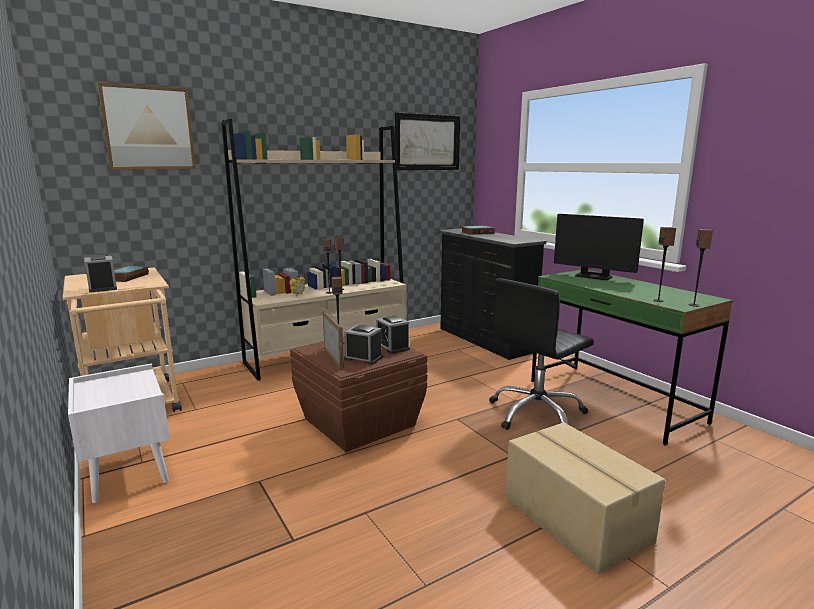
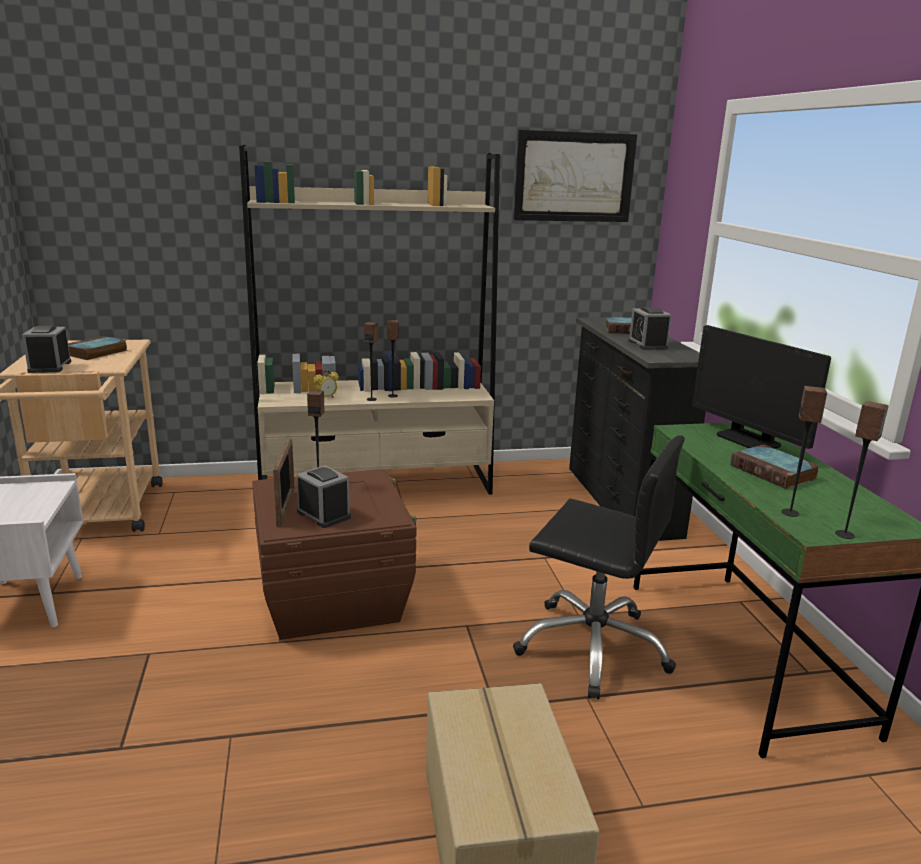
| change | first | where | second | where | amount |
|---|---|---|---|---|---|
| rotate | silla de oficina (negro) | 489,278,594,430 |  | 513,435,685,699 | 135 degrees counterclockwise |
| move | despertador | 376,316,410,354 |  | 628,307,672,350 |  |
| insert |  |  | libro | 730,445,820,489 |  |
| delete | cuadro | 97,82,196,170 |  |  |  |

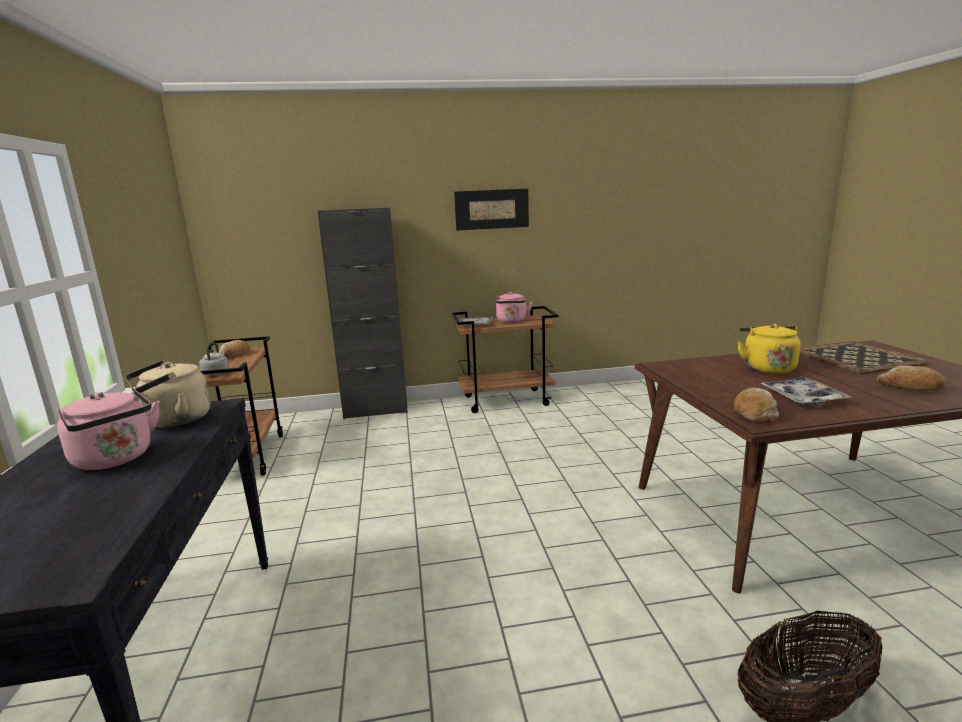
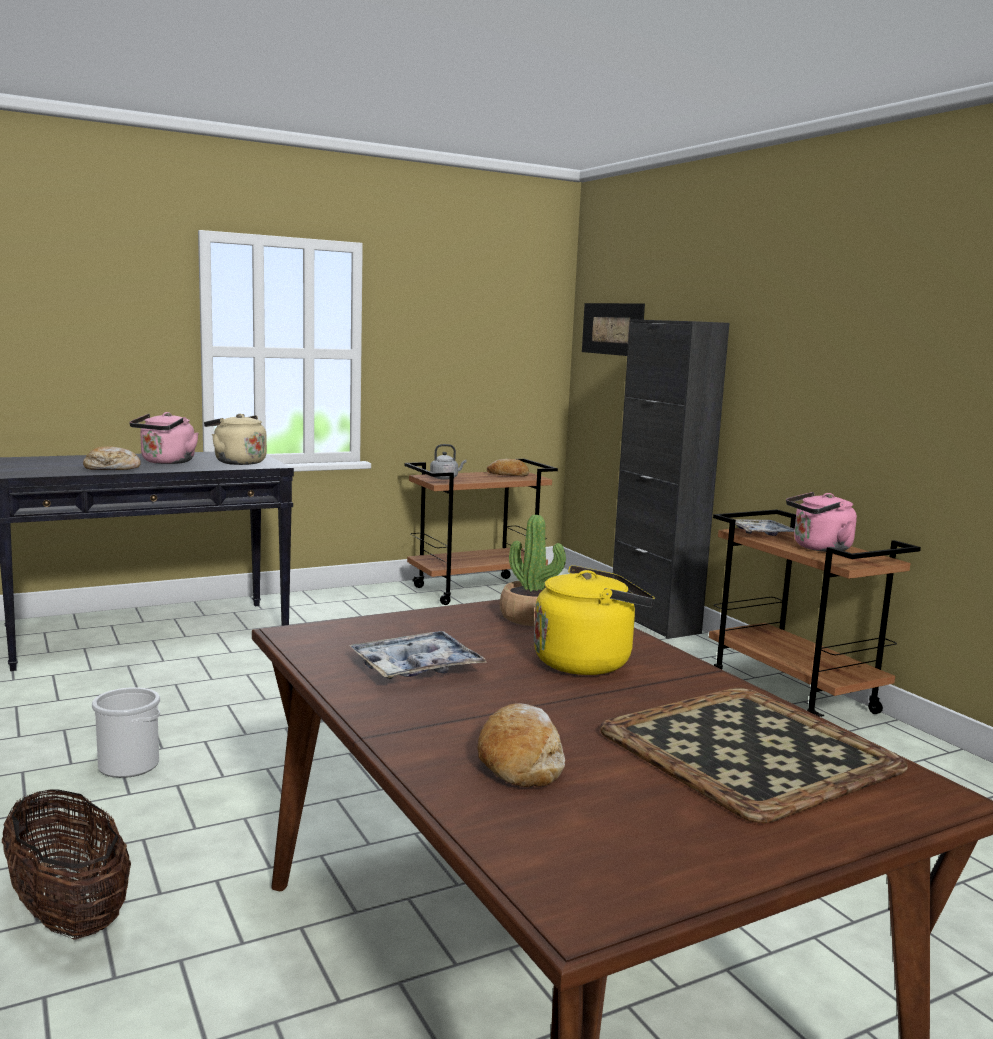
| change | first | where | second | where | amount |
|---|---|---|---|---|---|
| move | pan | 734,388,779,423 |  | 83,446,141,470 |  |
| insert |  |  | cubo | 92,687,160,778 |  |
| insert |  |  | planta en maceta | 500,515,566,626 |  |
| move | cuadro | 454,189,529,231 |  | 582,303,645,356 |  |

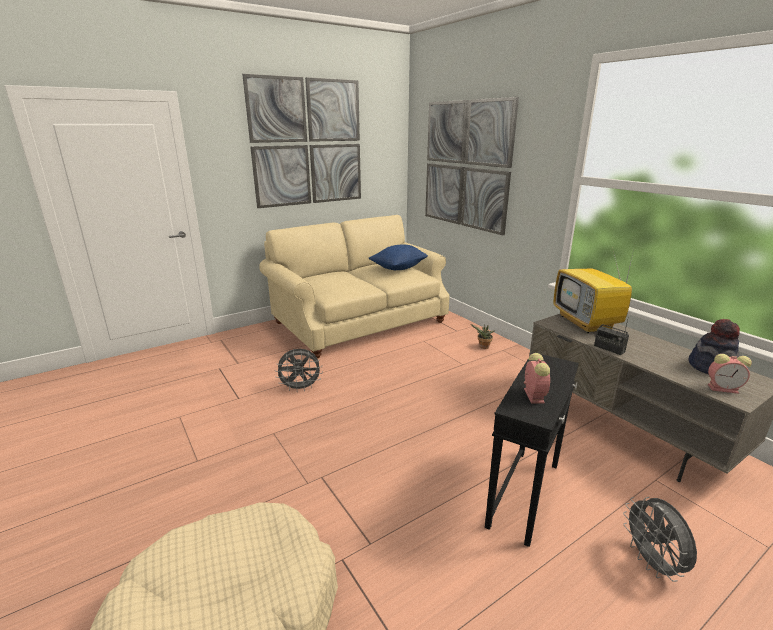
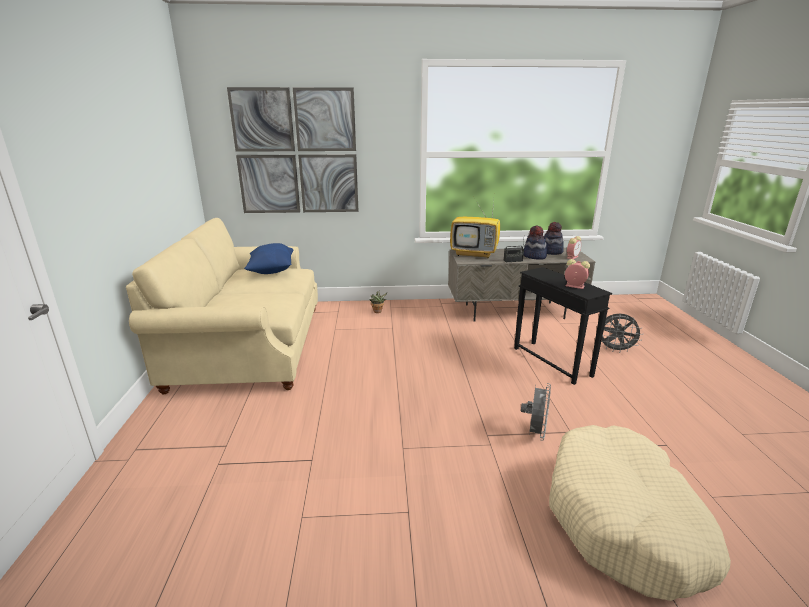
| change | first | where | second | where | amount |
|---|---|---|---|---|---|
| move | ventilador (gris) | 275,349,323,391 |  | 521,383,551,440 |  |
| insert |  |  | sombrero | 524,226,547,260 |  |
| delete | cuadro | 242,74,361,208 |  |  |  |

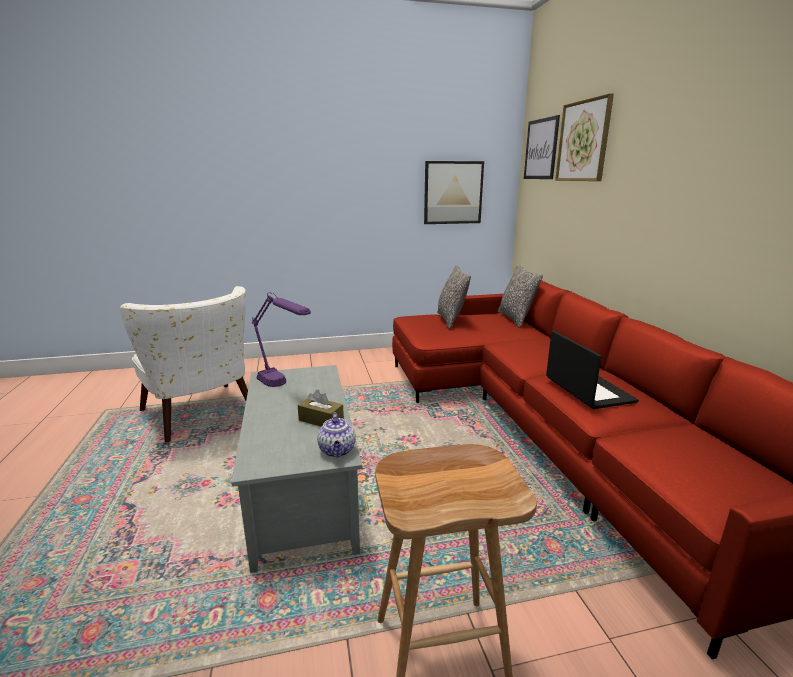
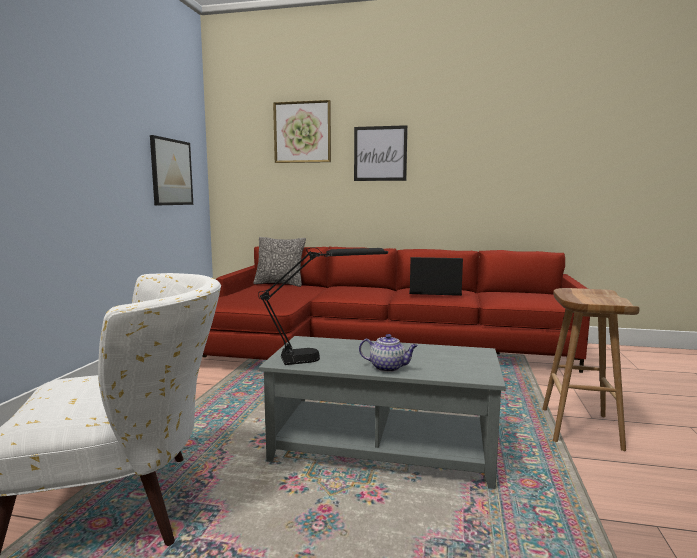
| change | first | where | second | where | amount |
|---|---|---|---|---|---|
| recolor | lámpara de mesa (morado) | 251,293,311,387 | lámpara de mesa (negro) | 258,248,388,365 |  |
| move | cuadro | 524,115,560,179 |  | 354,125,408,181 |  |
| move | tetera | 317,413,356,457 |  | 359,334,418,372 |  |
| delete | caja de pañuelos (marrón) | 298,390,344,427 |  |  |  |
| delete | cojín | 437,265,471,329 |  |  |  |

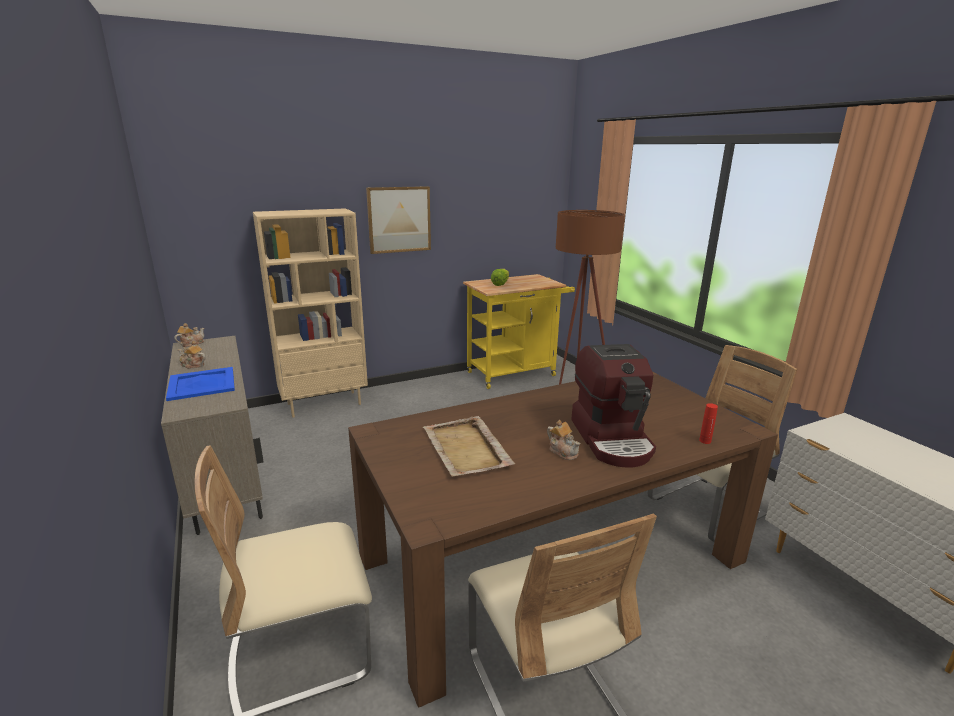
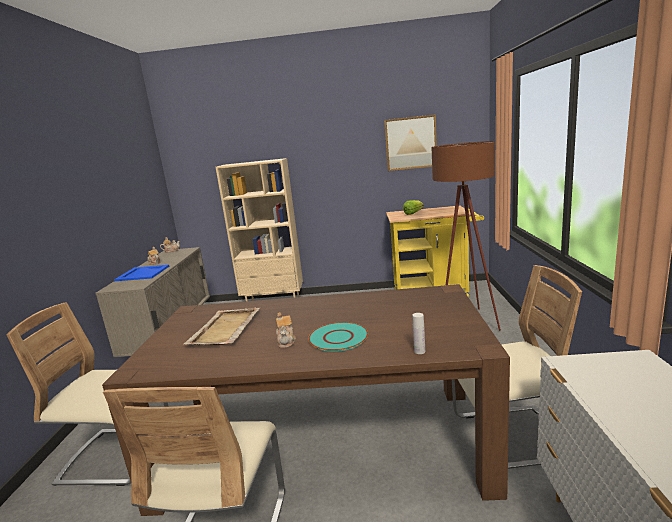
| change | first | where | second | where | amount |
|---|---|---|---|---|---|
| replace | cafetera | 571,344,656,468 | plato (turquesa) | 308,322,368,352 |  |
| move | cuadro | 366,186,431,254 |  | 384,114,437,171 |  |
| recolor | botella (rojo) | 699,403,718,444 | botella (blanco) | 413,313,425,354 |  |

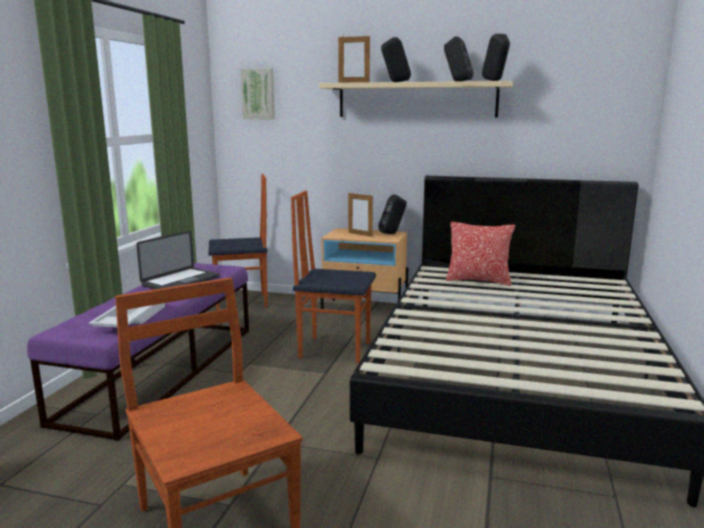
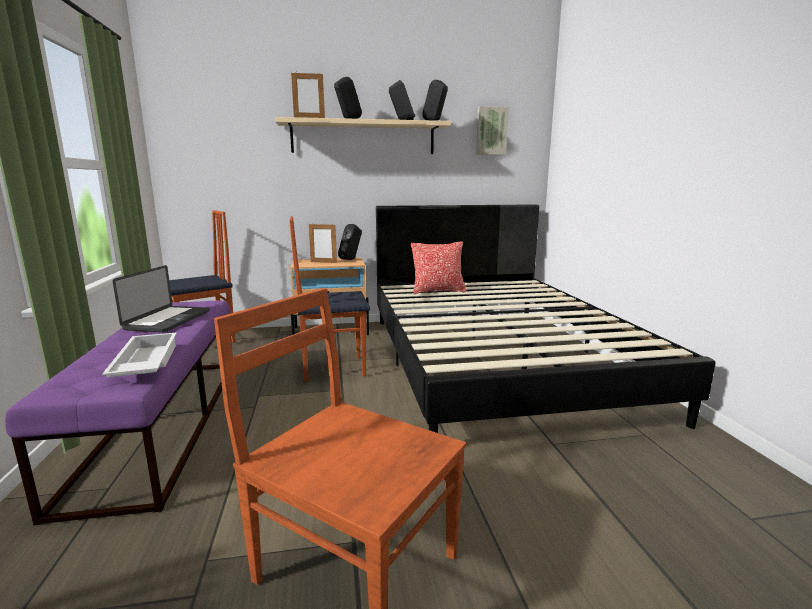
| change | first | where | second | where | amount |
|---|---|---|---|---|---|
| move | cuadro | 240,68,275,119 |  | 476,106,509,155 |  |

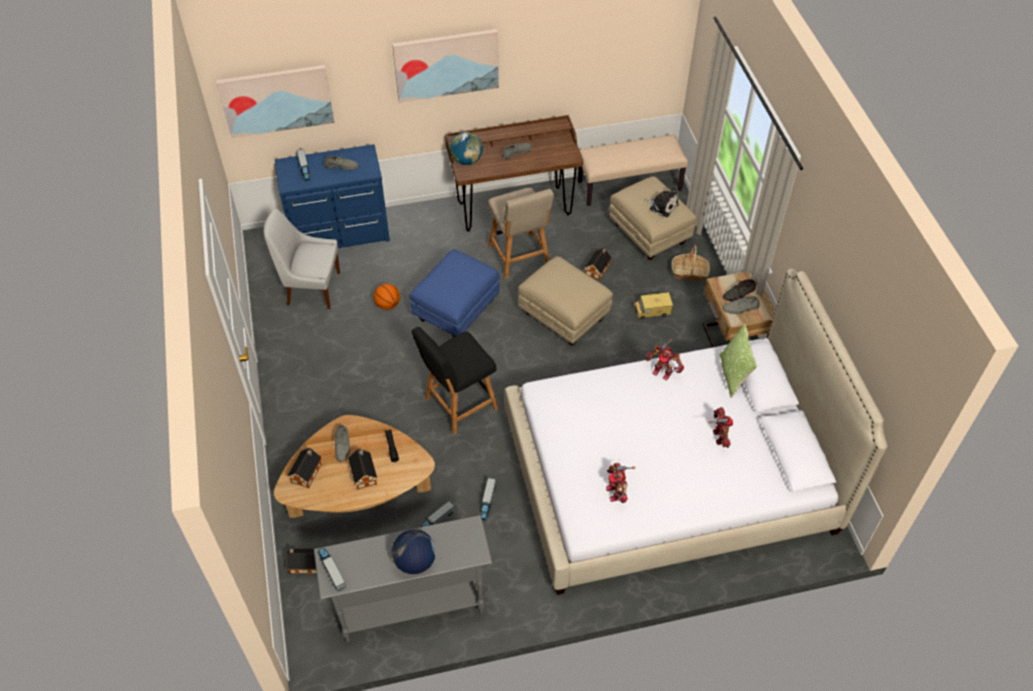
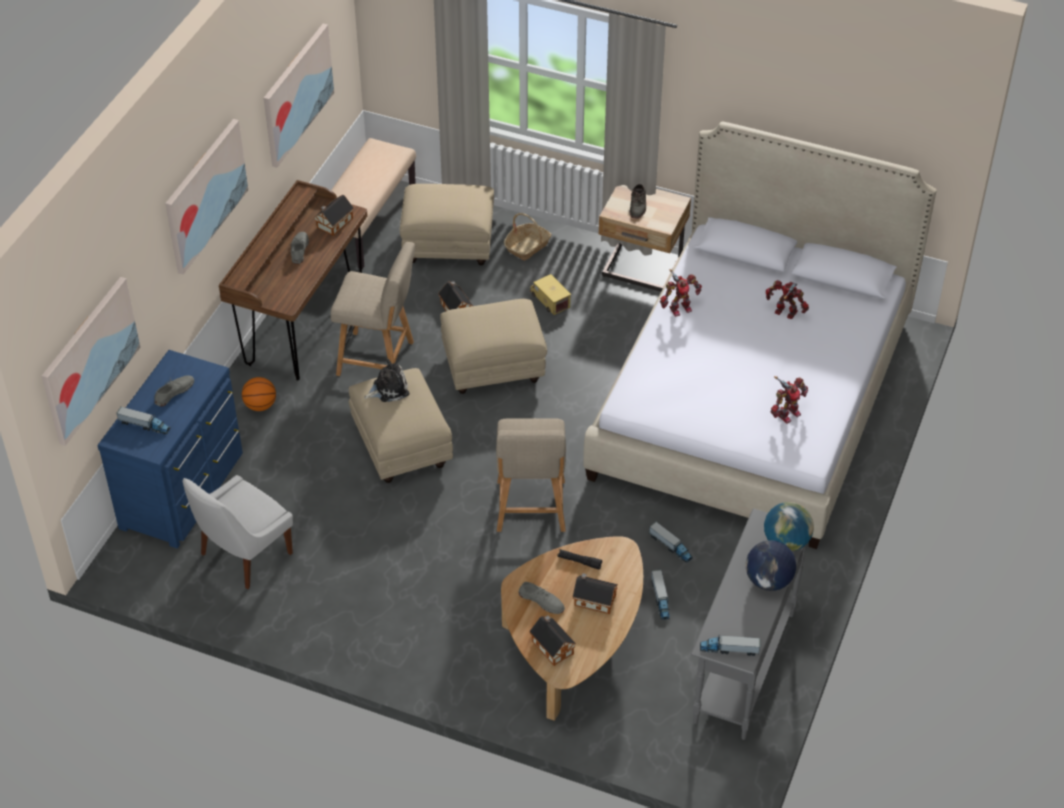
| change | first | where | second | where | amount |
|---|---|---|---|---|---|
| move | balón de baloncesto | 374,284,400,310 |  | 242,377,276,411 |  |
| insert |  |  | cuadro | 264,24,334,168 |  |
| move | casita | 286,548,317,574 |  | 314,195,354,236 |  |
| recolor | puf (azul) | 410,249,500,337 | puf (beis) | 349,368,453,483 |  |
| move | peluche | 644,187,679,217 |  | 364,359,409,402 |  |
| recolor | silla (negro) | 412,327,498,434 | silla (beis) | 496,418,566,532 |  |
| rotate | camión de juguete | 634,292,673,319 |  | 530,274,572,315 | 120 degrees clockwise |
| move | globo terráqueo | 450,132,483,165 |  | 764,502,814,551 |  |
| rotate | robot de juguete | 606,463,636,503 |  | 771,376,808,424 | 60 degrees counterclockwise |
| delete | cojín | 719,323,757,398 |  |  |  |
| delete | zapato (gris) | 722,295,759,314 |  |  |  |

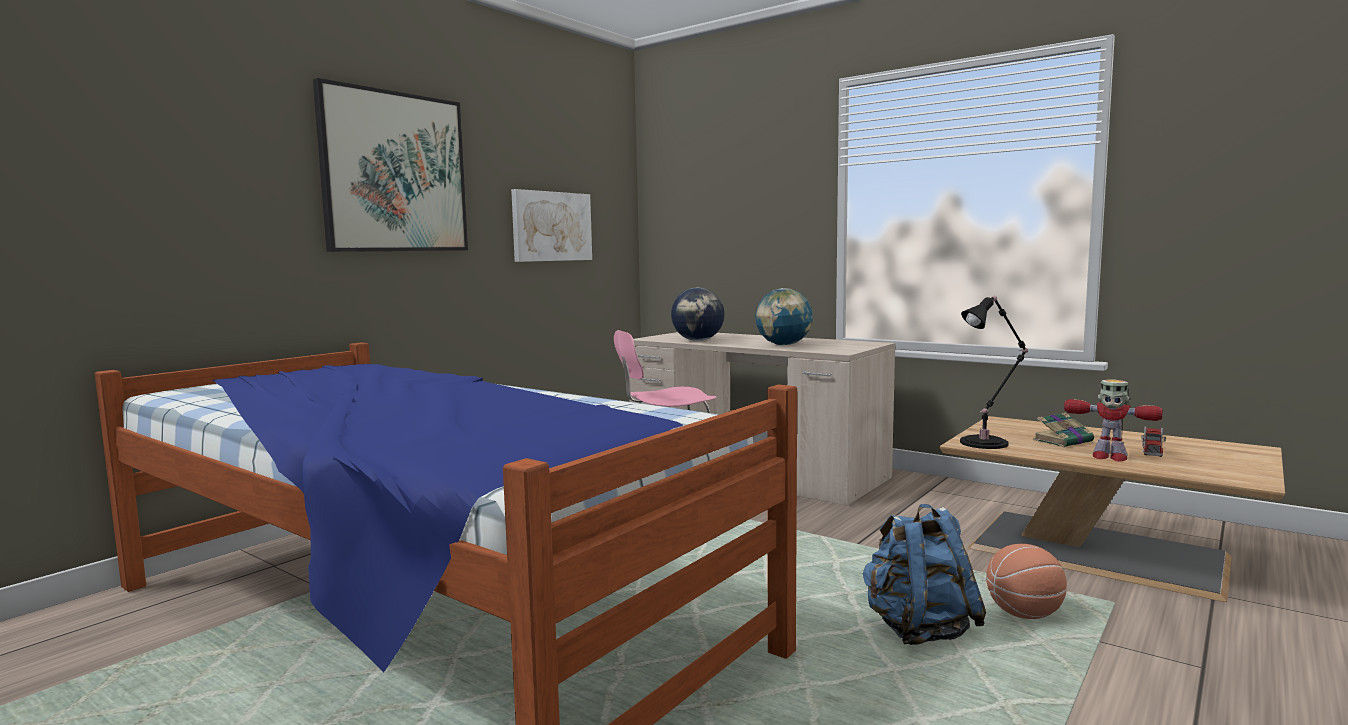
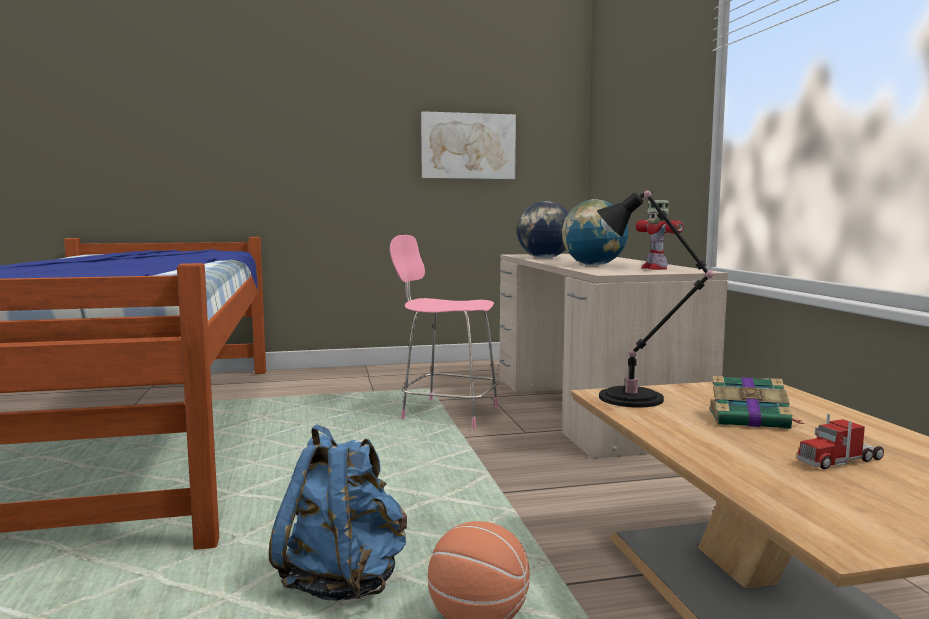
| change | first | where | second | where | amount |
|---|---|---|---|---|---|
| move | robot de juguete | 1064,380,1163,461 |  | 636,200,684,270 |  |
| delete | cuadro | 313,78,468,252 |  |  |  |

